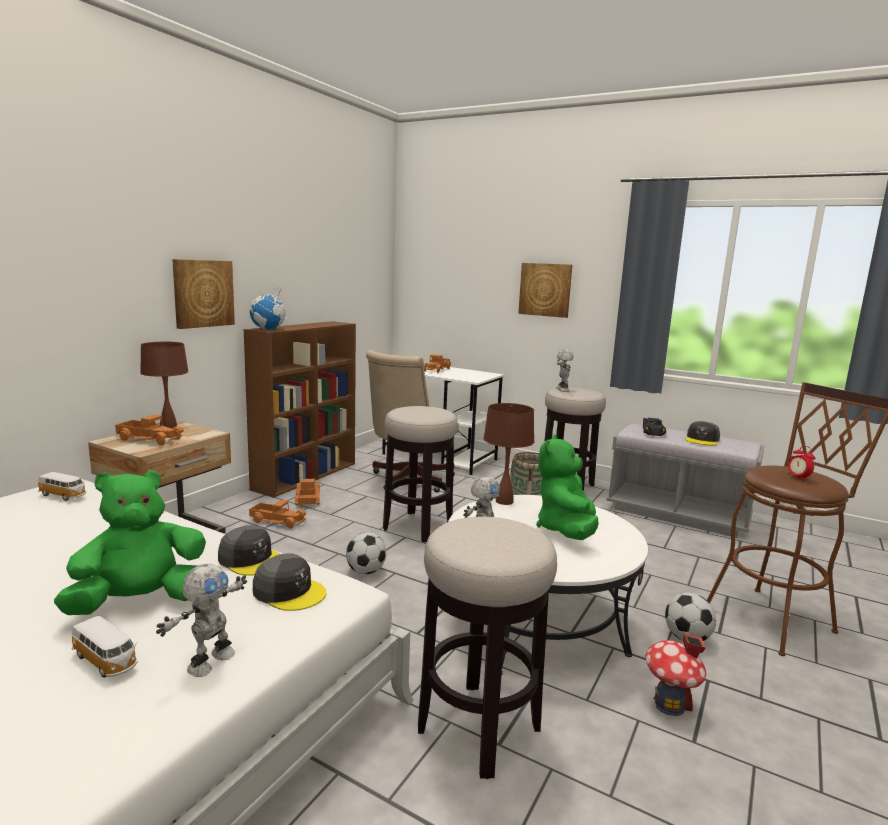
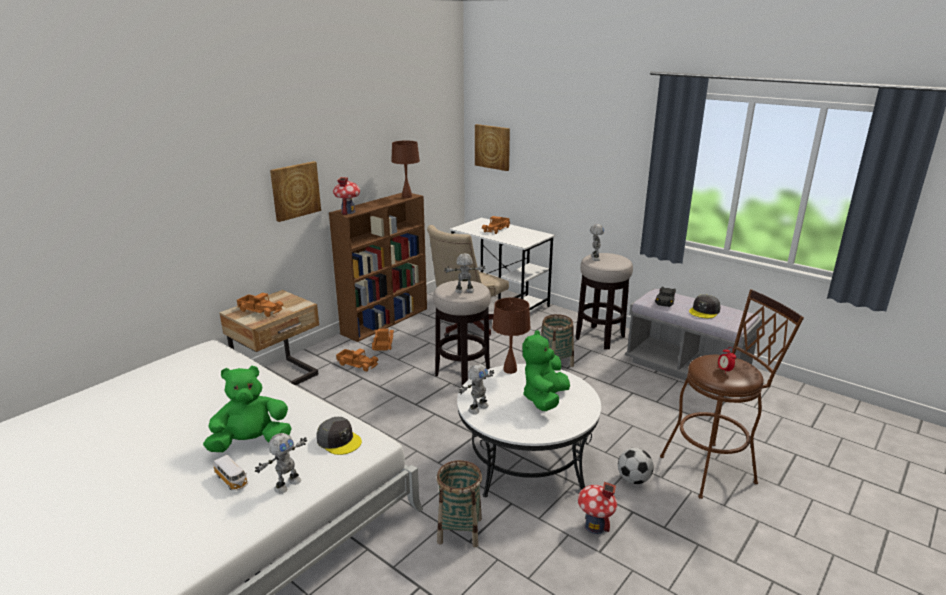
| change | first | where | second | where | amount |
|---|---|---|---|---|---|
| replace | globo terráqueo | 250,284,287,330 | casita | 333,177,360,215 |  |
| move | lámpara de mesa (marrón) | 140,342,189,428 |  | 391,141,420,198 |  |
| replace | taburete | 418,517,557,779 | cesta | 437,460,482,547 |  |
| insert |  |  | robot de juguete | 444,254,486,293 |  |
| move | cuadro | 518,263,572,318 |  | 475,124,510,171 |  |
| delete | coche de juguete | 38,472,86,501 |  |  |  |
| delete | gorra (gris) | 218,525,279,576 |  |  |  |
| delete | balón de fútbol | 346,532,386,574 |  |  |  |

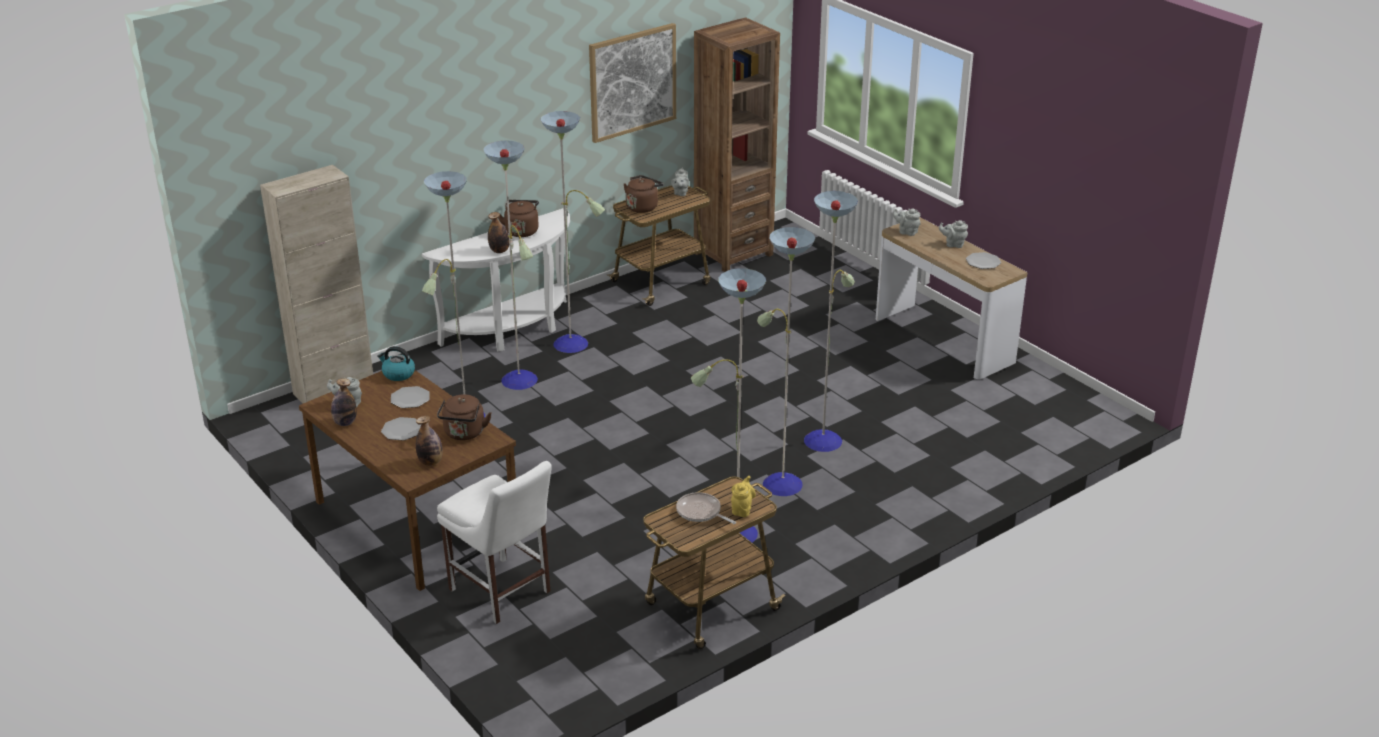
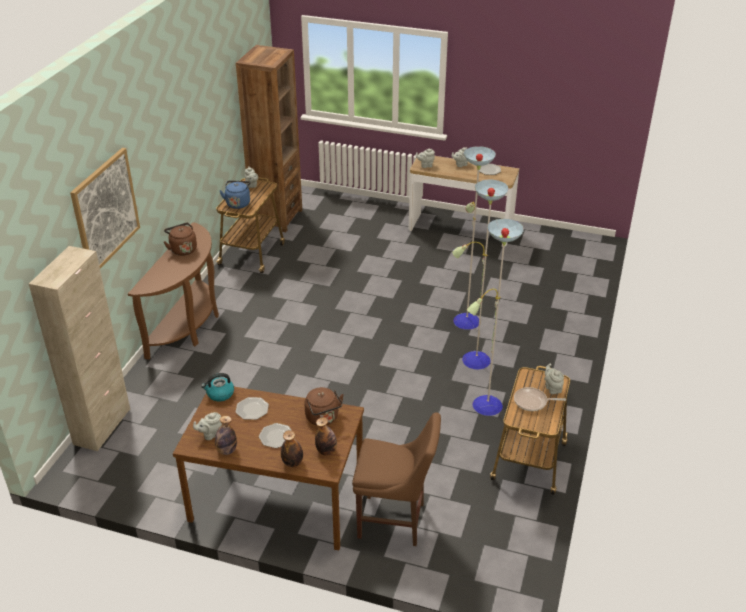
| change | first | where | second | where | amount |
|---|---|---|---|---|---|
| move | cuadro | 589,23,676,143 |  | 70,148,140,268 |  |
| recolor | mesa consola (blanco) | 422,208,570,352 | mesa consola (marrón) | 128,222,219,360 |  |
| recolor | hervidor (marrón) | 624,175,664,213 | hervidor (azul) | 219,181,251,209 |  |
| move | botella | 488,212,509,253 |  | 281,430,303,467 |  |
| recolor | silla (blanco) | 437,461,552,624 | silla (marrón) | 352,412,441,546 |  |
| recolor | tetera (amarillo) | 731,476,756,517 | tetera (gris) | 544,363,564,394 |  |
| delete | lámpara de pie | 422,111,605,418 |  |  |  |

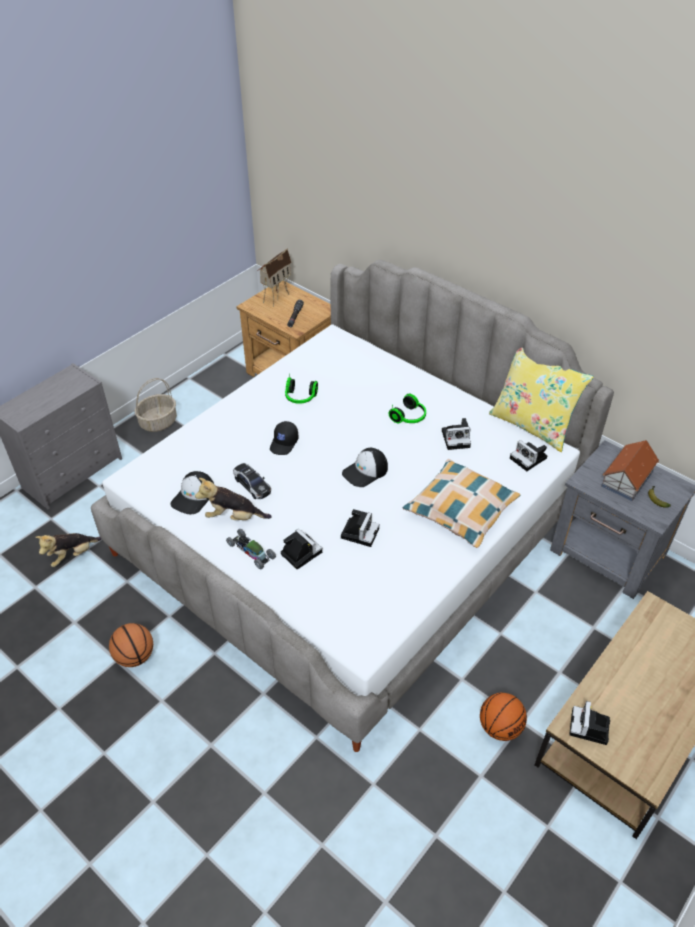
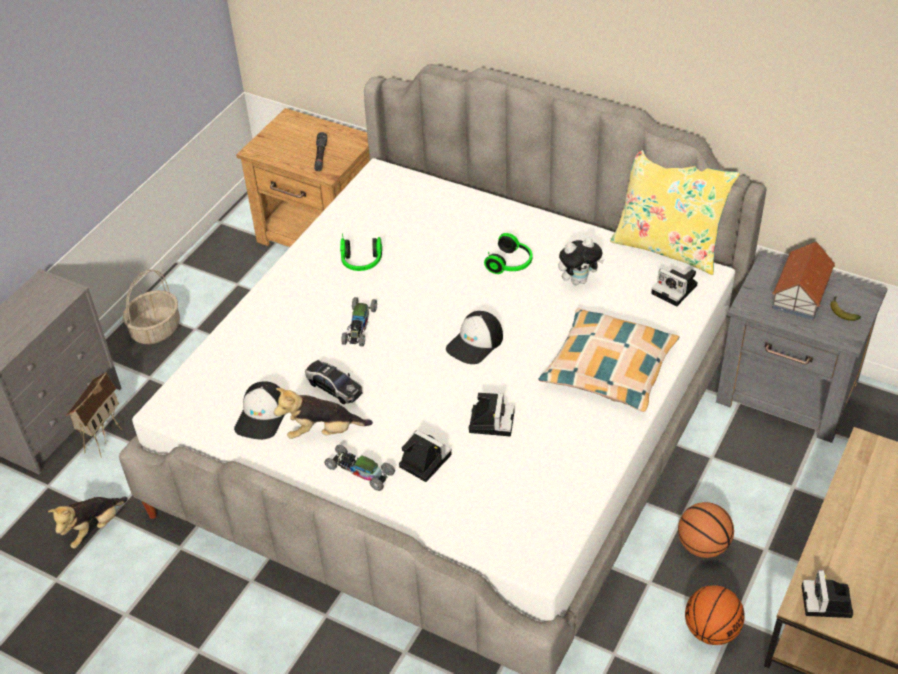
| change | first | where | second | where | amount |
|---|---|---|---|---|---|
| move | casita | 257,248,292,307 |  | 66,372,122,456 |  |
| replace | gorra (negro) | 270,421,299,455 | coche de juguete | 341,297,377,346 |  |
| replace | cámara | 442,418,471,450 | peluche | 558,238,604,285 |  |
| move | balón de baloncesto | 109,623,153,667 |  | 678,502,734,558 |  |

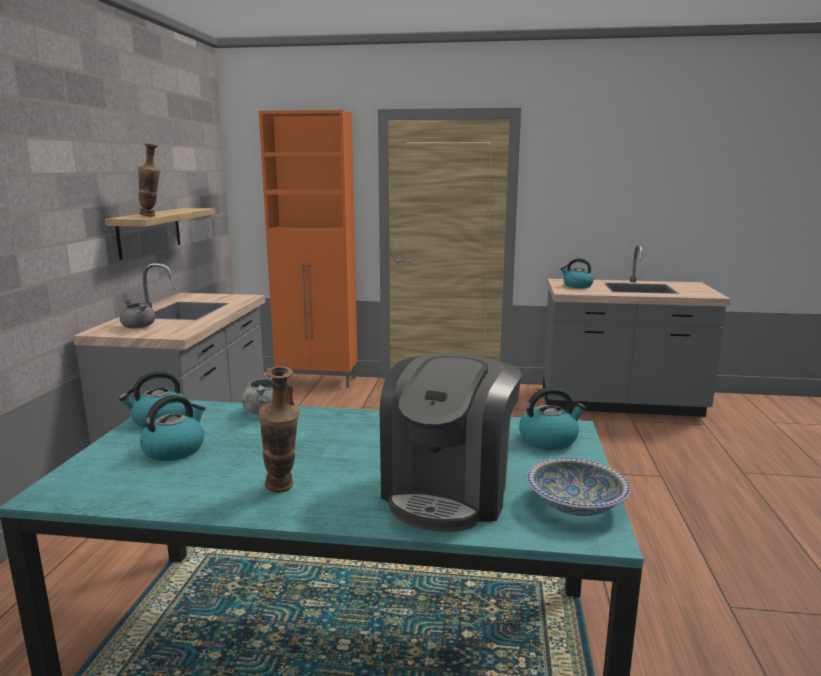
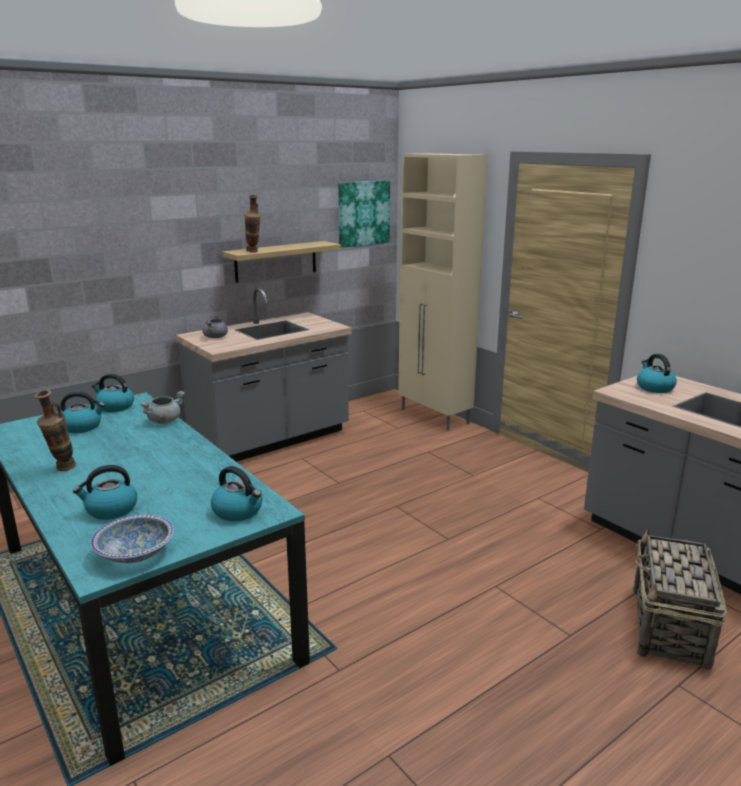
| change | first | where | second | where | amount |
|---|---|---|---|---|---|
| replace | cafetera | 380,354,521,532 | hervidor | 73,465,137,520 |  |
| insert |  |  | cuadro | 338,180,390,248 |  |
| recolor | armario (naranja) | 259,110,358,388 | armario (beis) | 398,153,488,431 |  |
| insert |  |  | cesta | 633,529,727,670 |  |

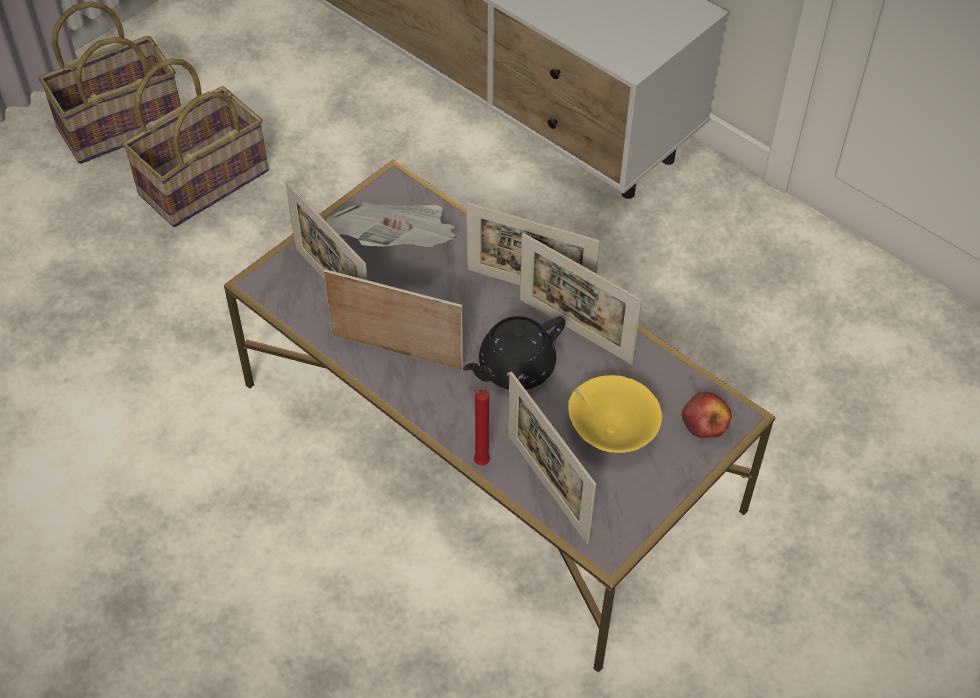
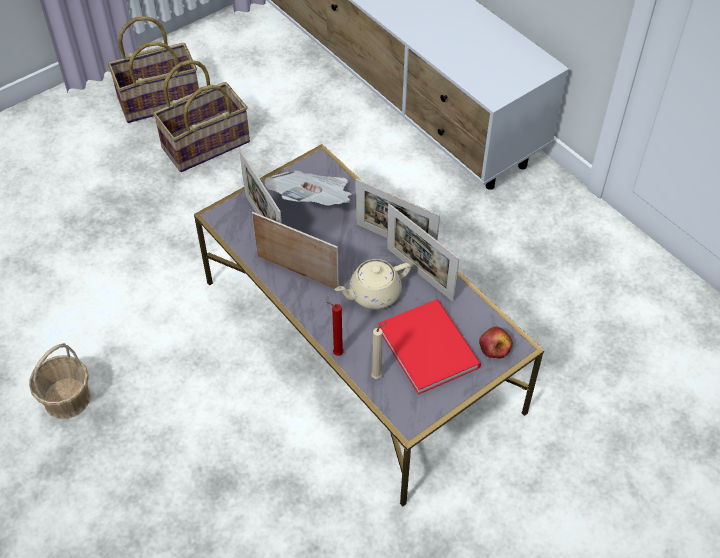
| change | first | where | second | where | amount |
|---|---|---|---|---|---|
| insert |  |  | cesta | 29,343,91,419 |  |
| recolor | tetera (negro) | 463,316,565,390 | tetera (beis) | 334,259,411,309 |  |
| replace | portarretratos | 508,372,596,544 | vela (beis) | 371,322,387,379 |  |
| replace | cuenco (amarillo) | 568,375,662,453 | libro (rojo) | 378,299,481,395 |  |

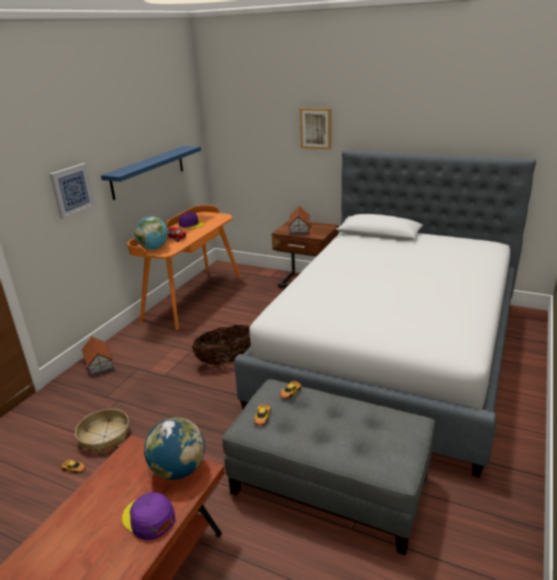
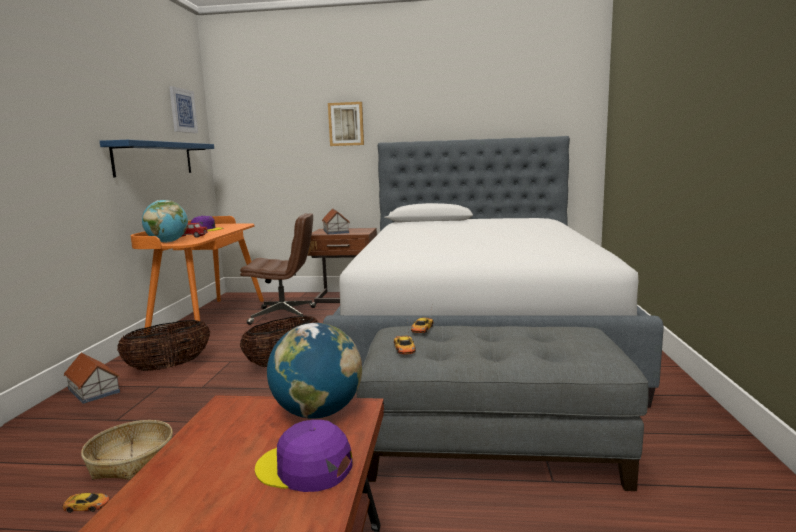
| change | first | where | second | where | amount |
|---|---|---|---|---|---|
| insert |  |  | cesta | 117,320,210,371 |  |
| move | cuadro | 50,163,95,219 |  | 169,86,198,133 |  |
| insert |  |  | silla de oficina (marrón) | 240,213,316,325 |  |

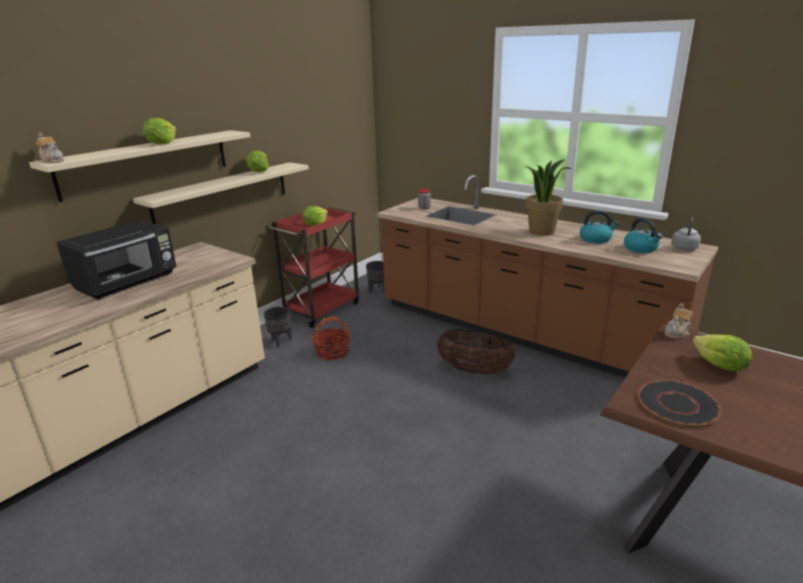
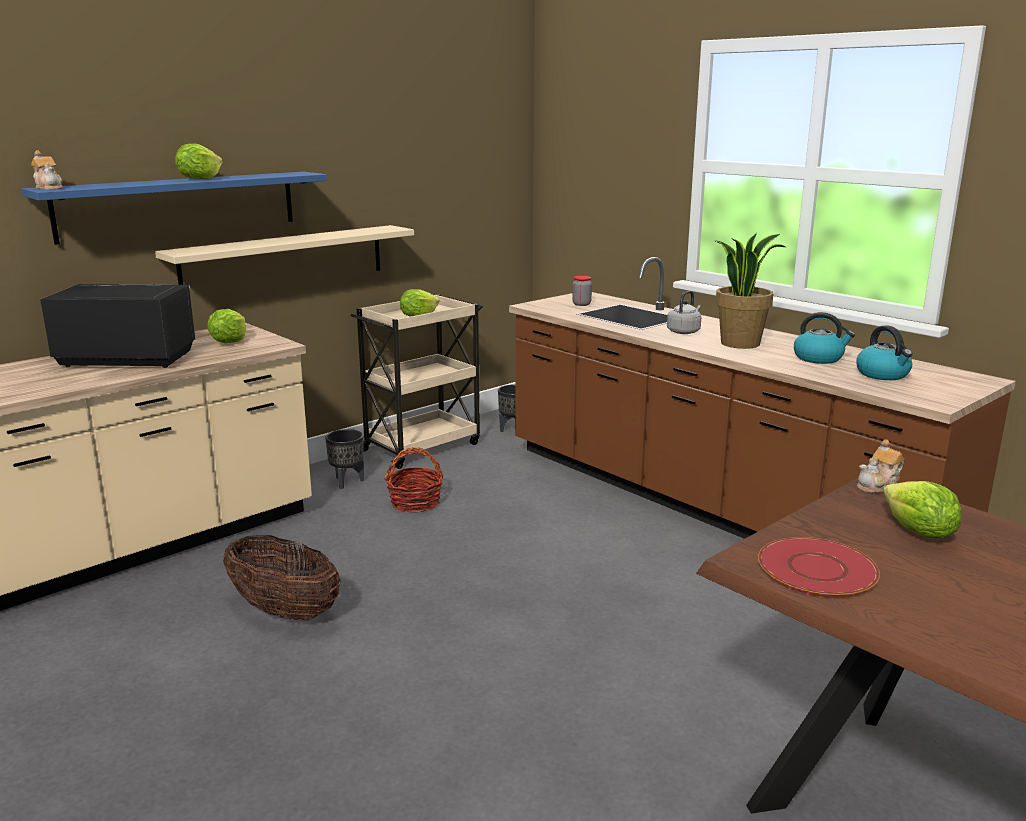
| change | first | where | second | where | amount |
|---|---|---|---|---|---|
| recolor | estante (beis) | 29,130,250,202 | estante (azul) | 22,172,327,245 |  |
| rotate | microondas (negro) | 56,220,176,300 |  | 40,284,196,368 | 135 degrees counterclockwise |
| move | lechuga | 246,150,269,172 |  | 207,309,246,343 |  |
| move | cesta | 437,329,516,375 |  | 223,535,341,621 |  |
| recolor | carrito (rojo) | 269,206,359,328 | carrito (beis) | 351,294,483,469 |  |
| move | hervidor (gris) | 671,218,701,251 |  | 667,291,701,334 |  |
| recolor | plato (negro) | 638,380,722,426 | plato (rojo) | 758,537,880,597 |  |

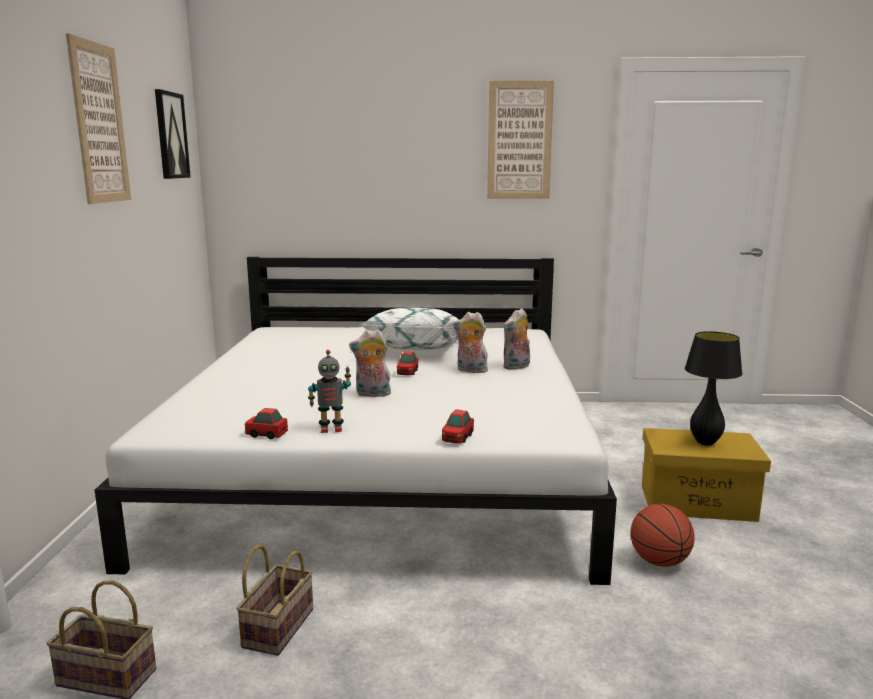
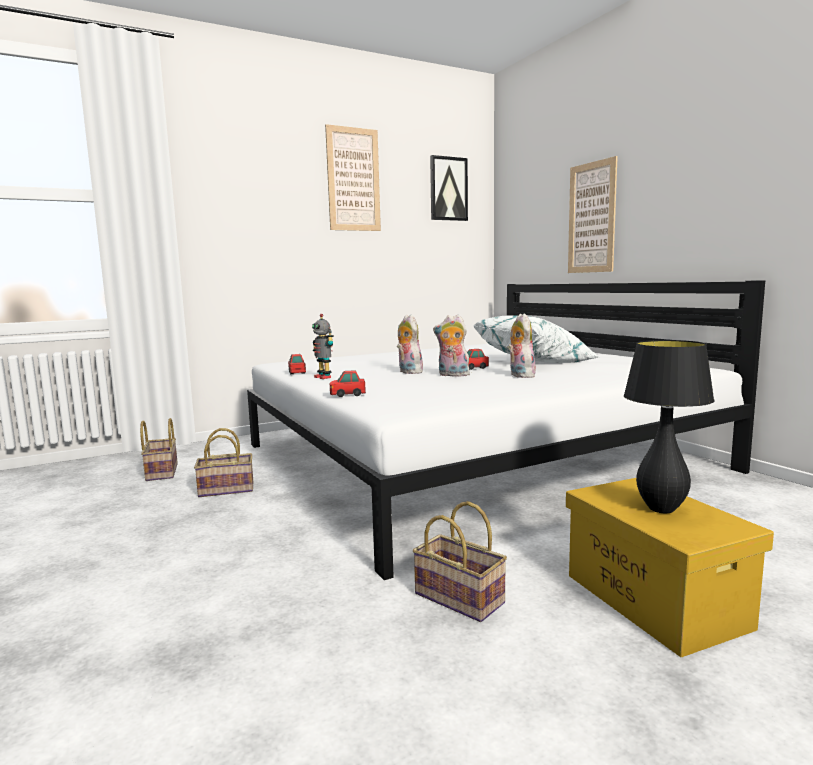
| change | first | where | second | where | amount |
|---|---|---|---|---|---|
| replace | balón de baloncesto | 630,504,694,567 | cesta | 413,501,507,622 |  |
| move | peluche | 504,308,530,370 |  | 433,315,470,377 |  |
| move | cuadro | 487,80,554,199 |  | 568,156,618,273 |  |

